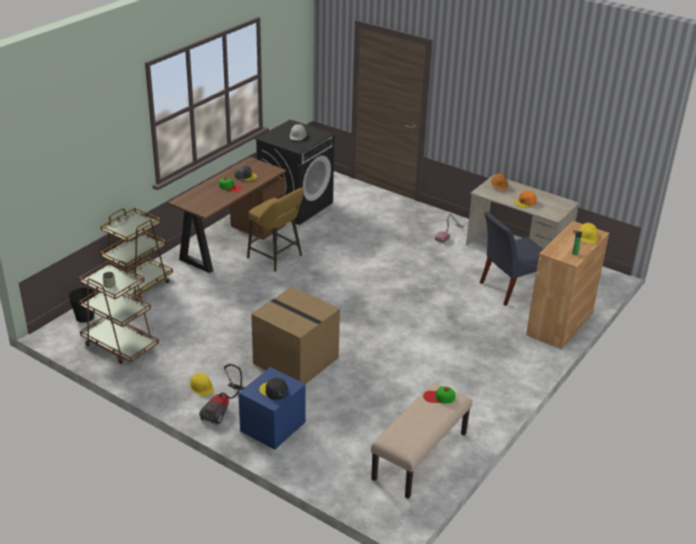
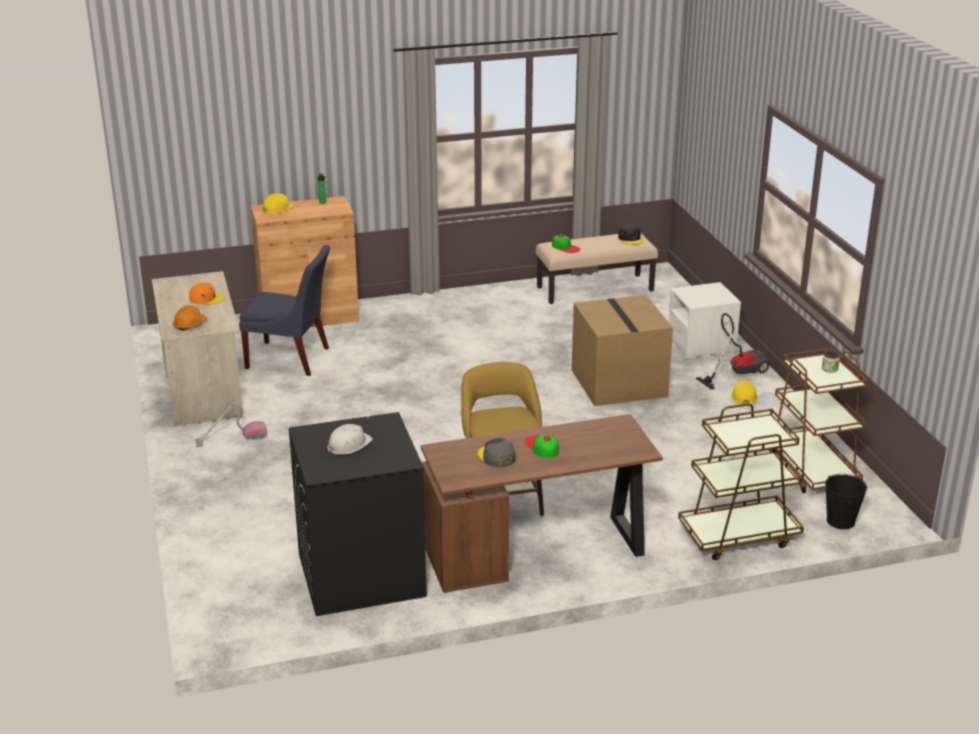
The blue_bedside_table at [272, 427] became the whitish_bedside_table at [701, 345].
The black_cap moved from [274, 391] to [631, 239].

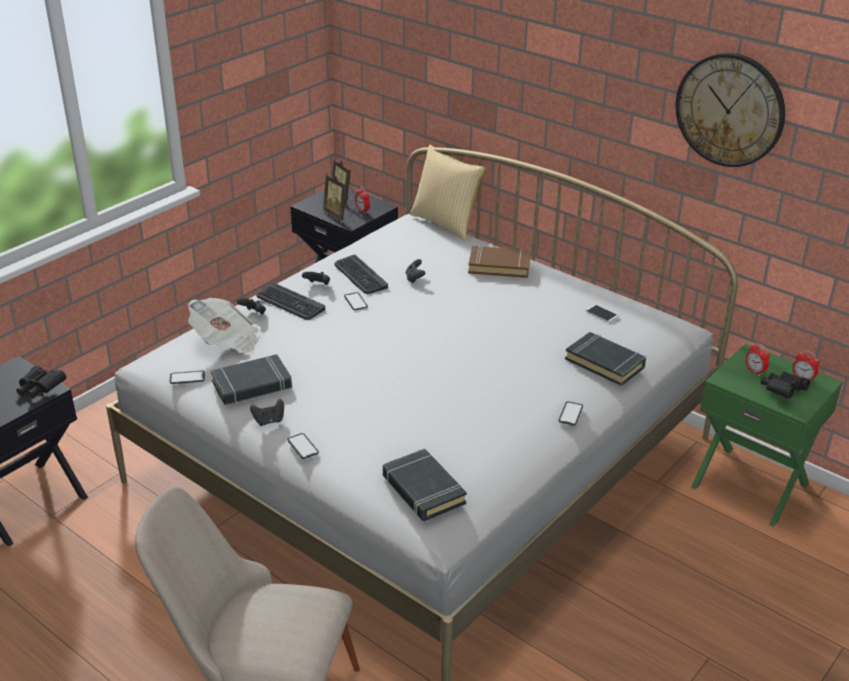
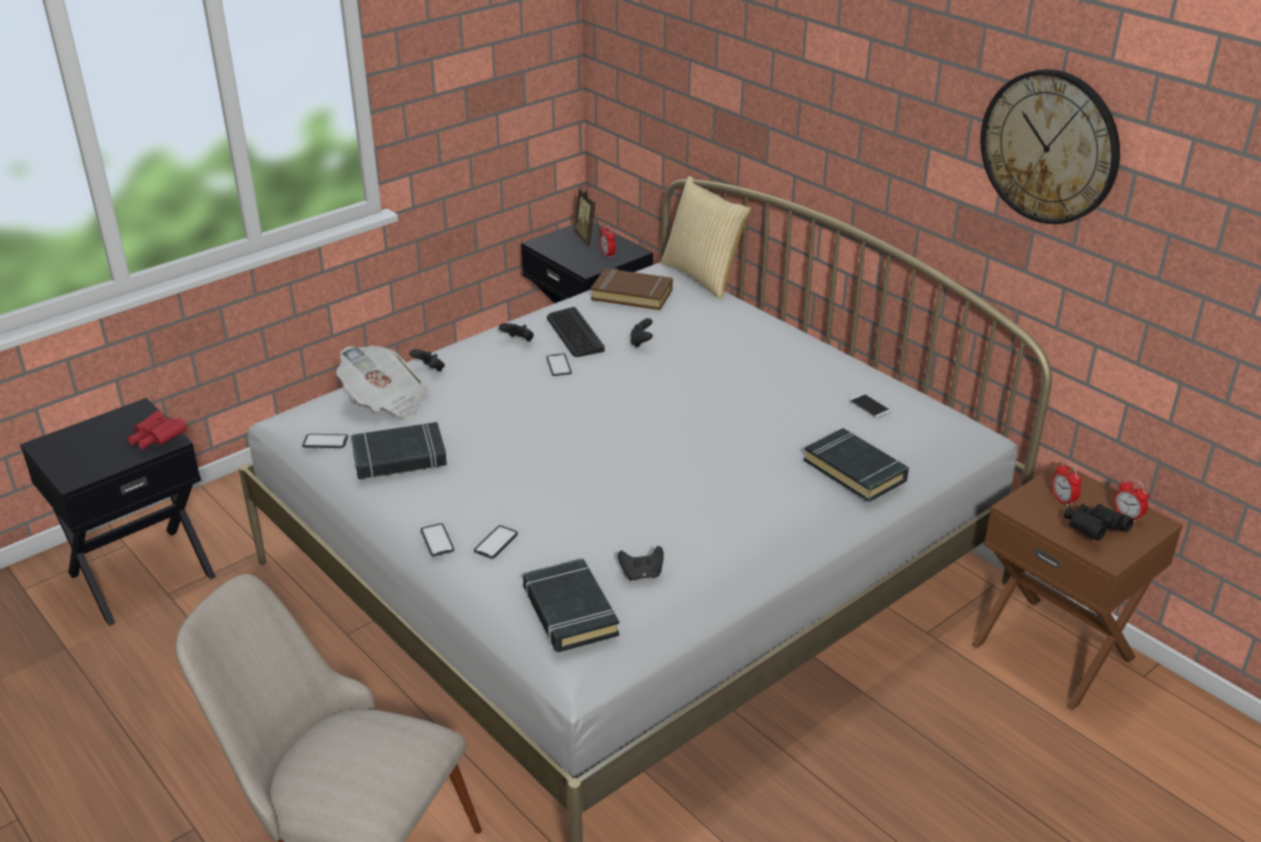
The standing_frame at [338, 215] disappeared.
The brown-coloured_volume moved from [499, 266] to [632, 294].
The PC_keyboard at [290, 302] disappeared.
The greenish_bedside_table at [751, 484] became the brown-coloured_bedside_table at [1054, 650].
The black_pair_of_binoculars at [40, 389] became the red_pair_of_binoculars at [157, 440].
The black_game_controller moved from [269, 421] to [642, 574].
The phone moved from [570, 414] to [496, 542].

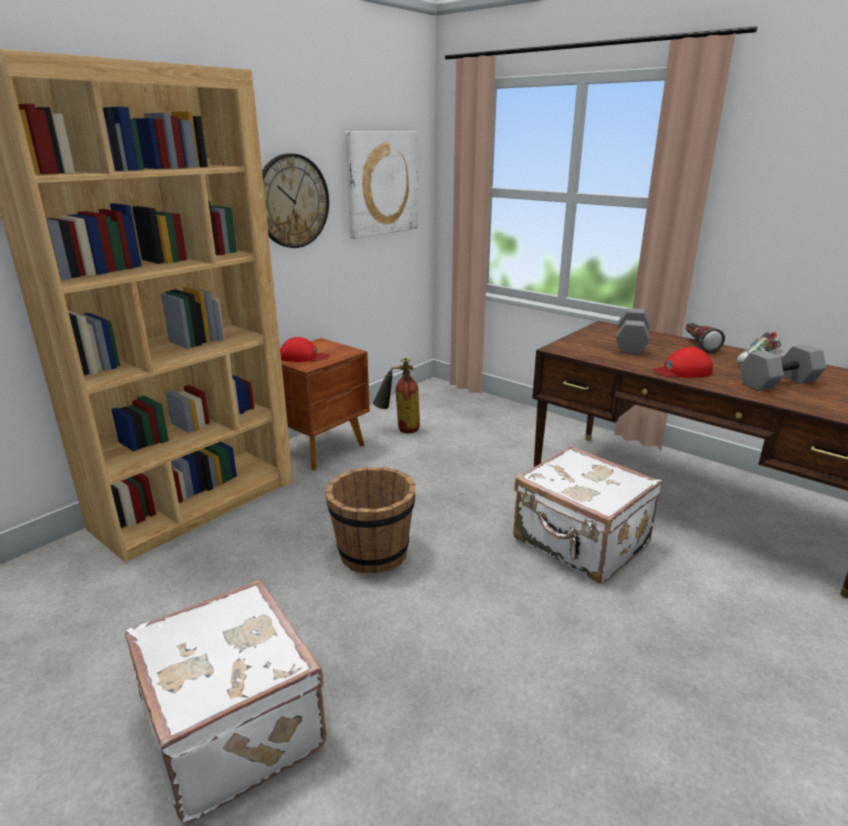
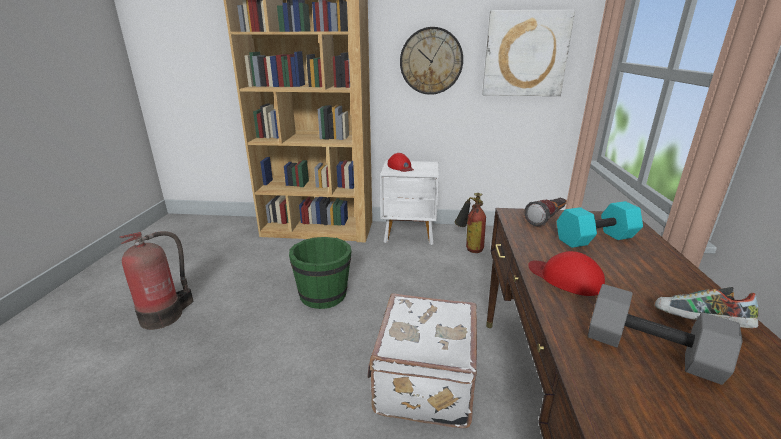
The greyish_free_weight at [632, 344] became the turquoise-coloured_free_weight at [595, 239].
The hand_torch moved from [698, 345] to [547, 219].
The brown-coloured_bedside_table at [321, 448] became the whitish_bedside_table at [410, 234].
The brown-coloured_pail at [373, 552] became the greenish_pail at [324, 295].
The whitish_piece_of_luggage at [236, 726] was replaced by the fire_extinguisher at [165, 315].

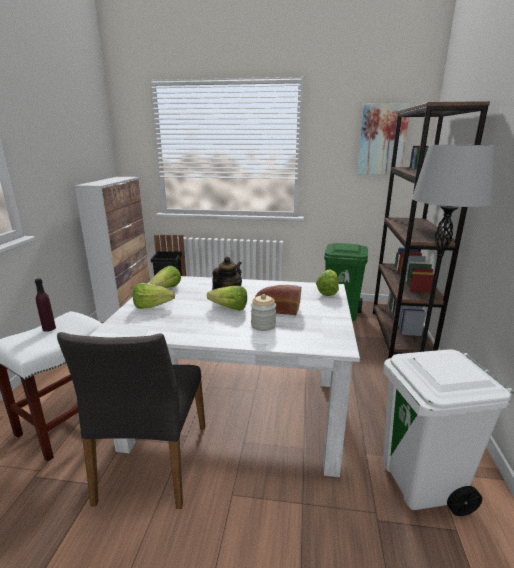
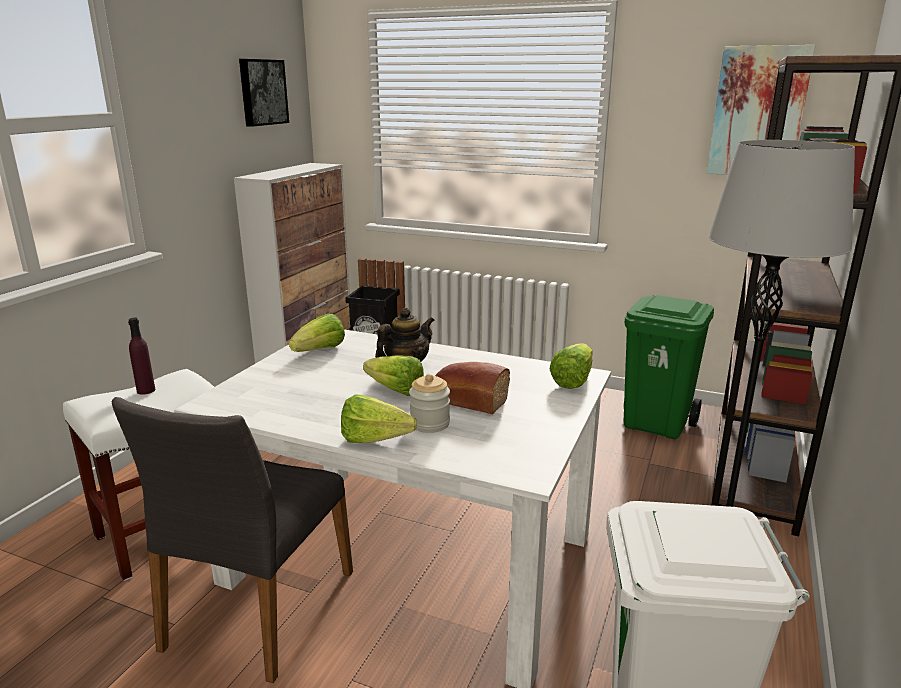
The lettuce moved from [155, 307] to [380, 441].
The wall_art at [262, 92] appeared.

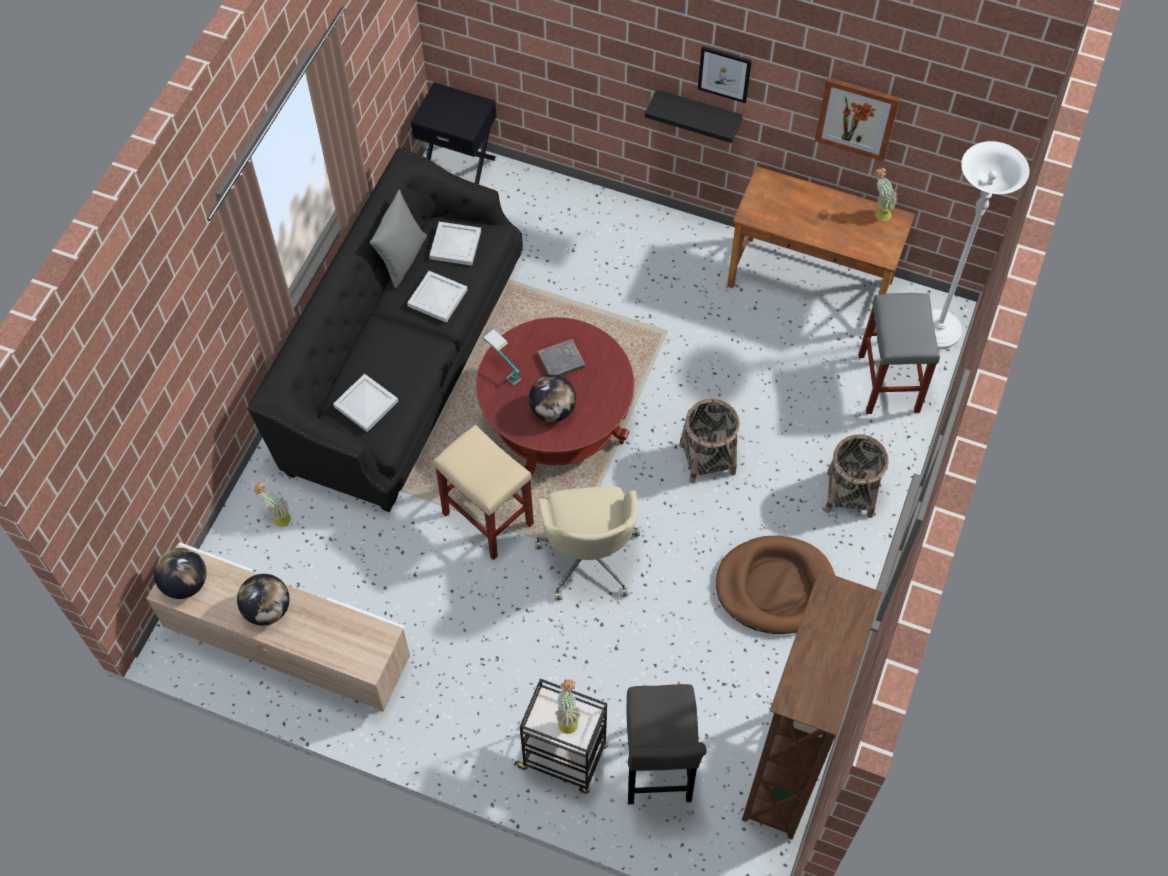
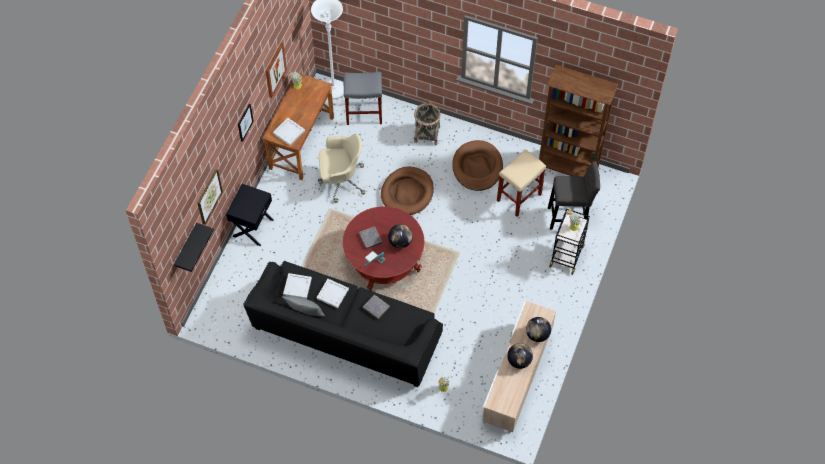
The black_bedside_table moved from [459, 167] to [252, 227].
The black_shelf moved from [698, 113] to [186, 248].
The whitish_carrying_tray moved from [366, 405] to [289, 132].
The household_basket at [707, 459] was replaced by the brown-coloured_dog_bed at [407, 192].
The sand-coloured_sitting_stool moved from [486, 518] to [519, 198].
The sand-coloured_office_chair moved from [588, 555] to [341, 180].
The desk_globe moved from [185, 583] to [537, 334].
The wall_art at [209, 196] appeared.
The greyish_volume at [376, 307] appeared.

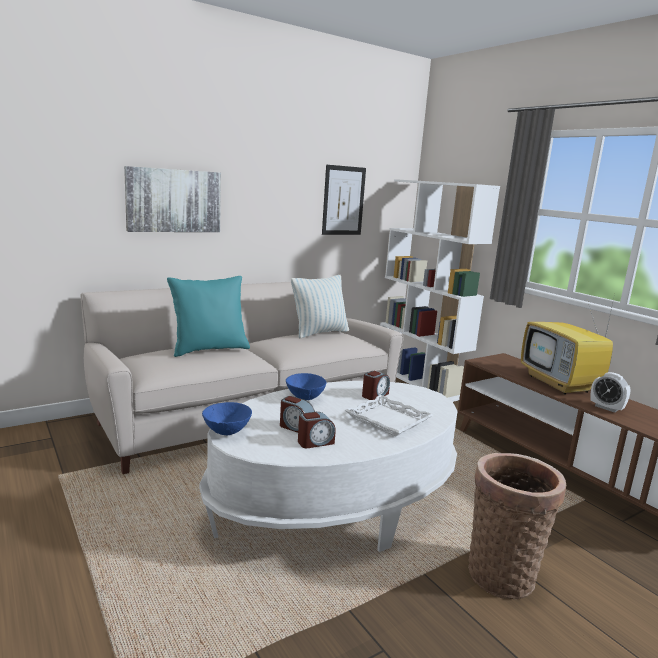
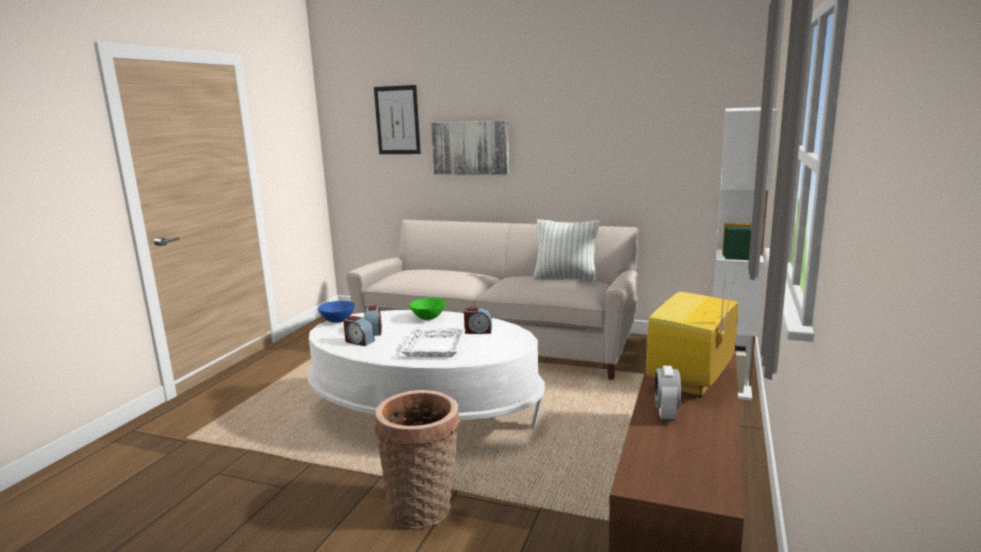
The wall_art moved from [343, 201] to [397, 120].
The turquoise-coloured_throw_pillow at [209, 349] disappeared.
The blue_deep_dish at [304, 398] became the greenish_deep_dish at [428, 318].

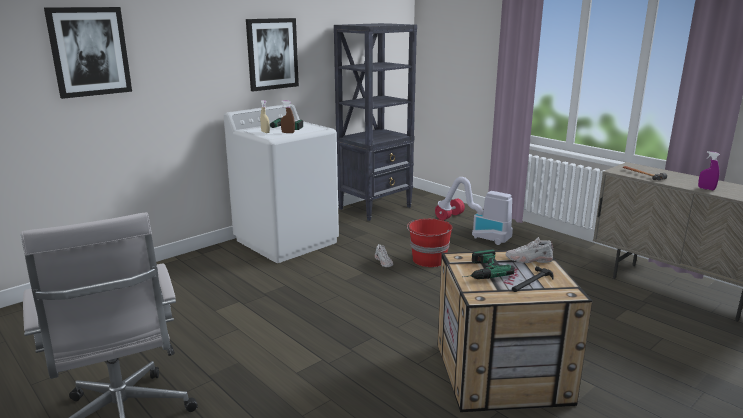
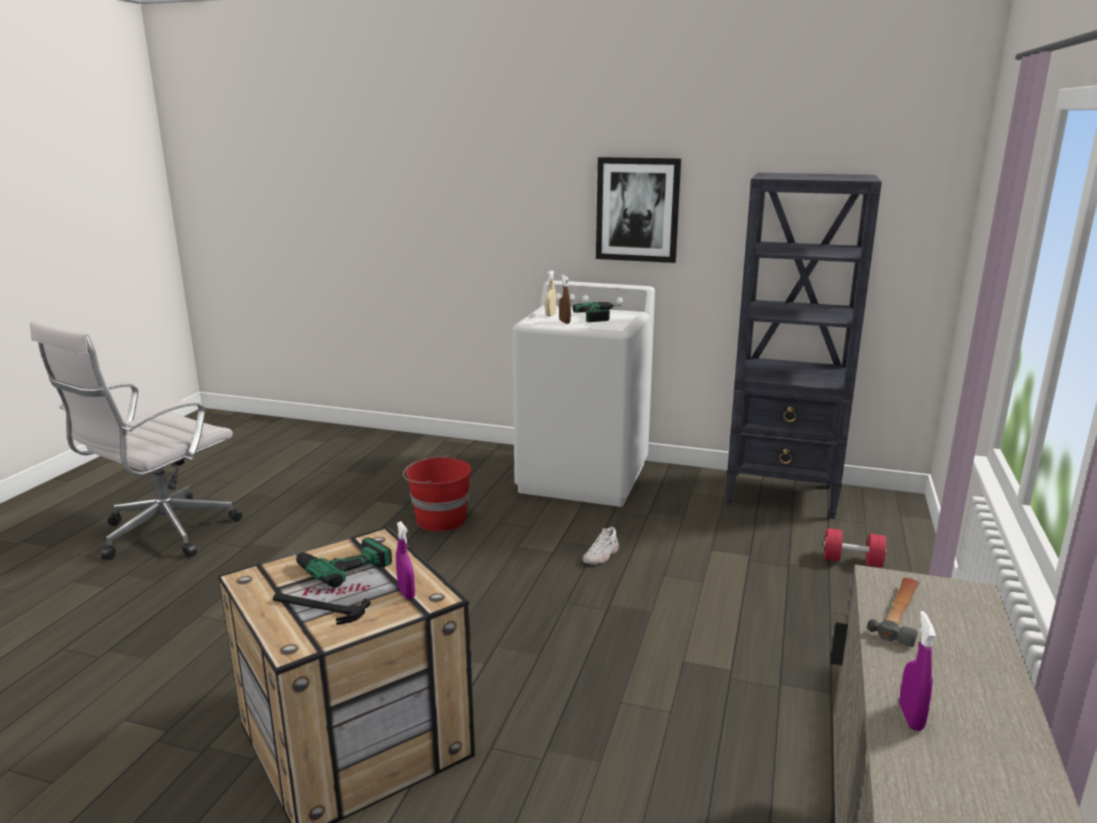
The wall_art at [89, 51] disappeared.
The vacuum_cleaner at [478, 235] disappeared.
The red_pail moved from [429, 260] to [440, 519].
The whitish_item_of_footwear at [528, 260] was replaced by the purple_sprayer at [406, 593].

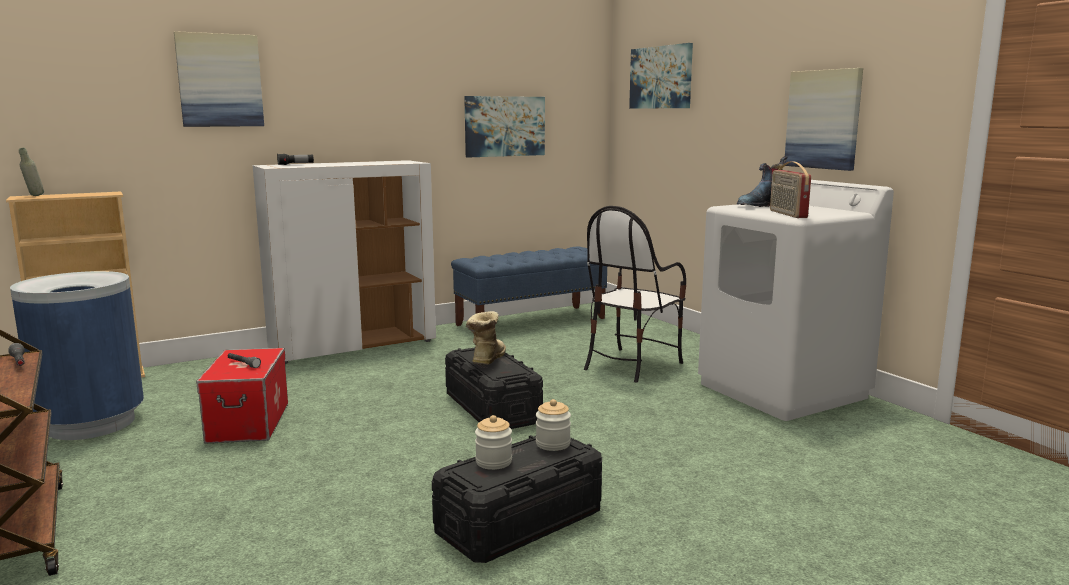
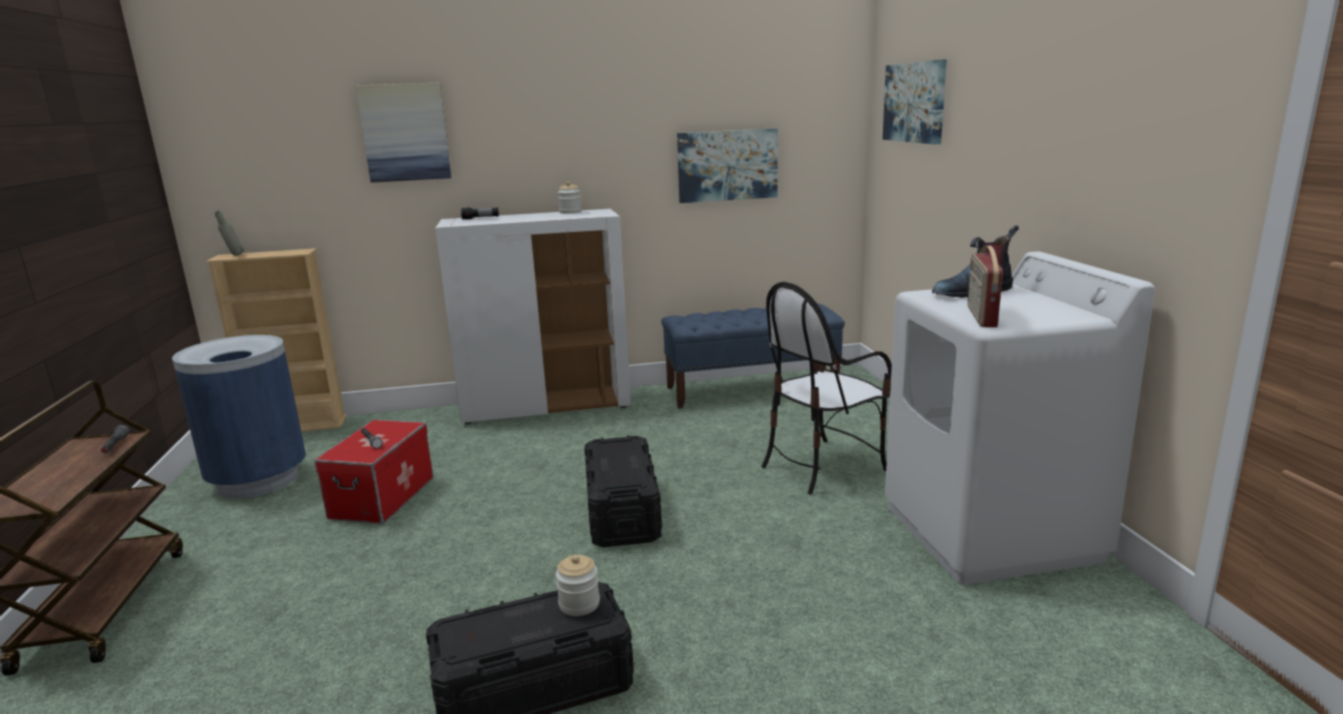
The wall_art at [823, 119] disappeared.
The boot at [486, 360] disappeared.
The jar moved from [493, 462] to [570, 212].

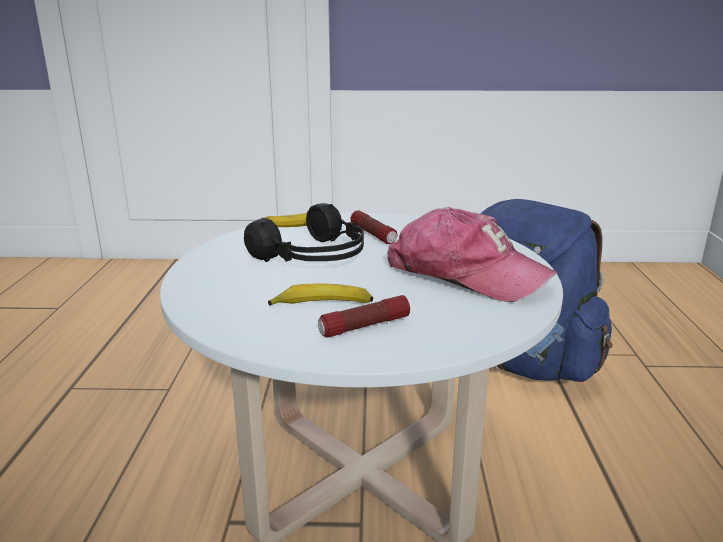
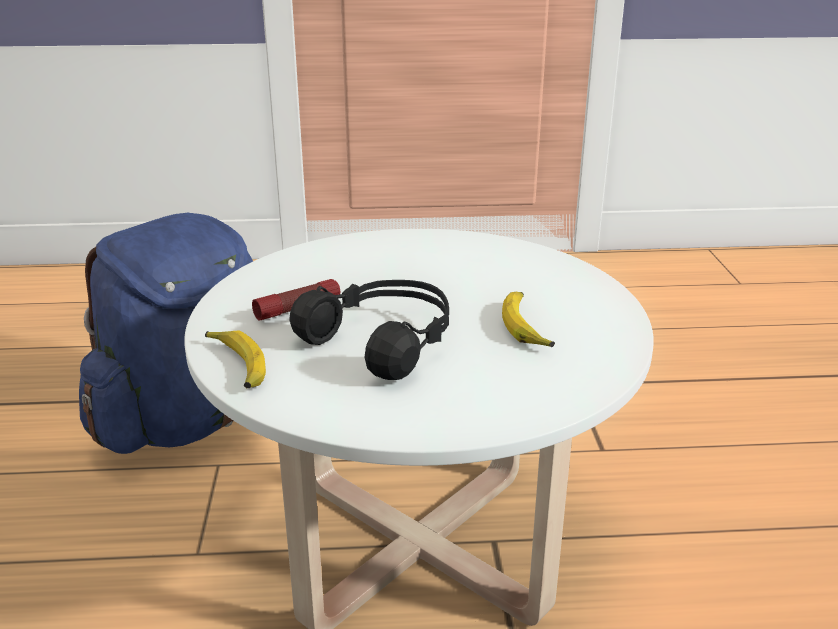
The cap at [464, 275] disappeared.
The hand_torch at [364, 327] disappeared.

